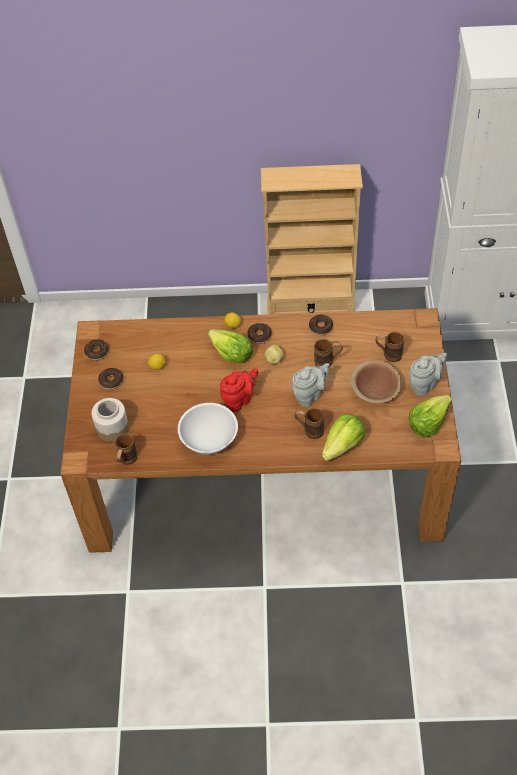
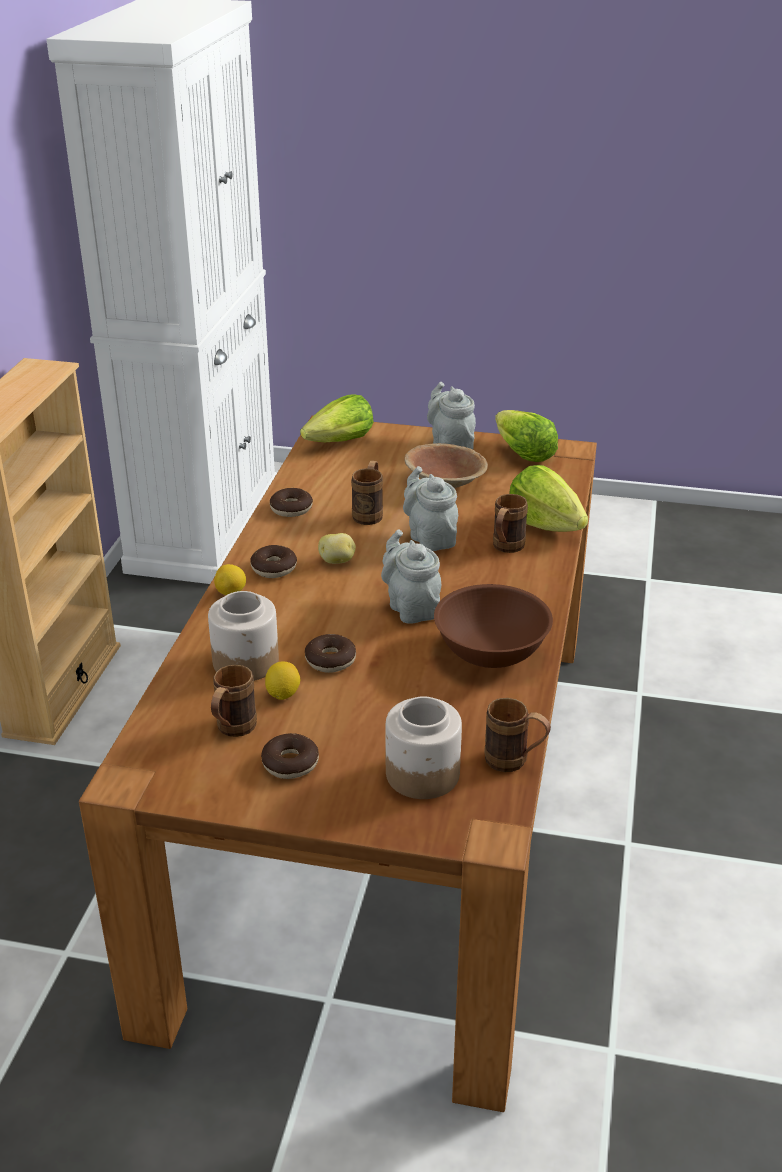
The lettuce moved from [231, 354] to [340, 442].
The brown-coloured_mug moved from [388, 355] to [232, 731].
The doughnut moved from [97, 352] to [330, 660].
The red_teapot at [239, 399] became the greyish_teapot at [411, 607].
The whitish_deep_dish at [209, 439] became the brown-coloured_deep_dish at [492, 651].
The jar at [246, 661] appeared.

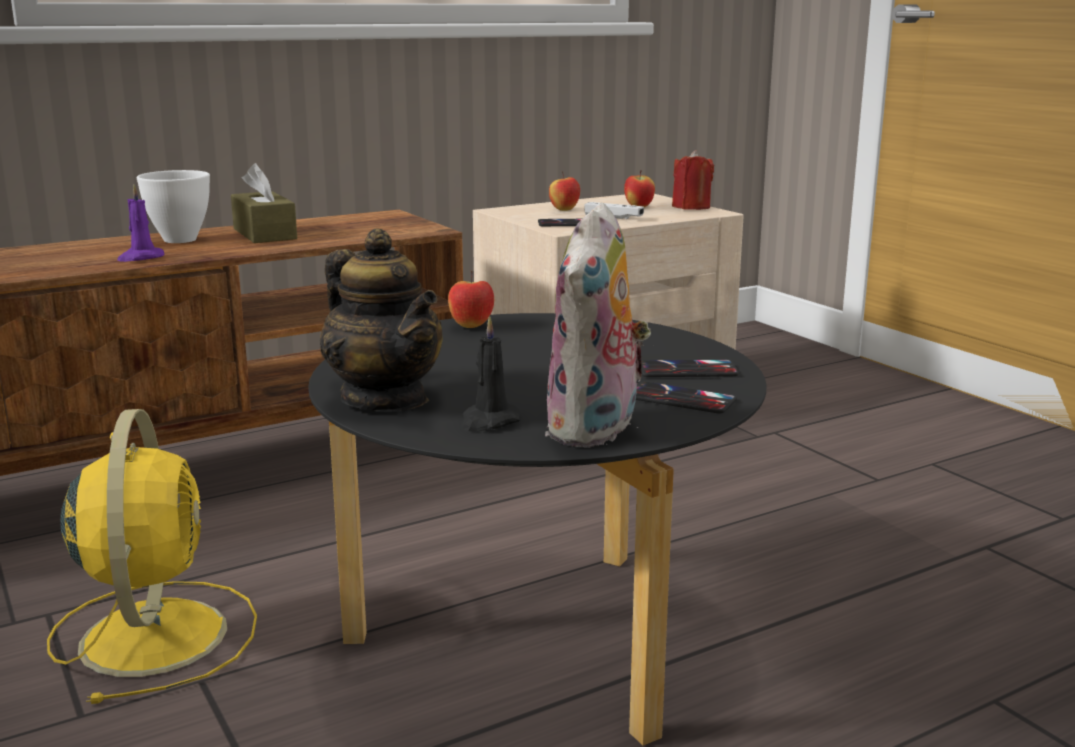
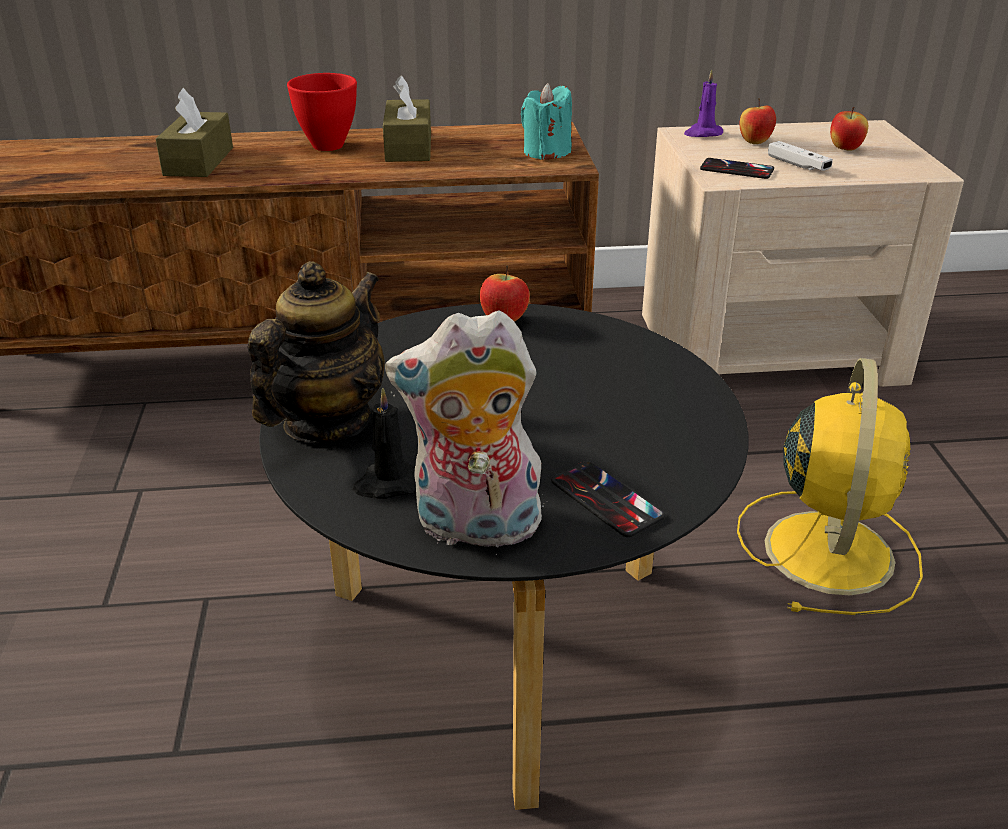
The red_wax_candle at [691, 207] disappeared.
The whitish_deep_dish at [178, 240] became the red_deep_dish at [326, 146].
The purple_wax_candle moved from [140, 258] to [702, 133].
The cuddly_toy at [596, 430] turned 45 degrees clockwise.
The teapot at [385, 399] turned 135 degrees counterclockwise.
The phone at [687, 370] disappeared.
The yellow_electric_fan moved from [155, 633] to [828, 548].
The turquoise-coloured_wax_candle at [546, 152] appeared.
The brown-coloured_box_of_tissues at [199, 161] appeared.

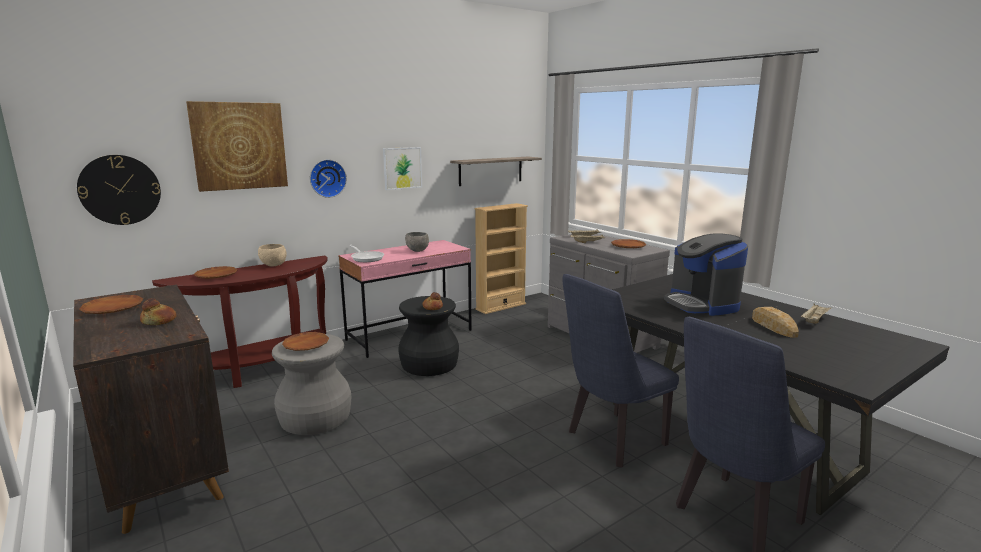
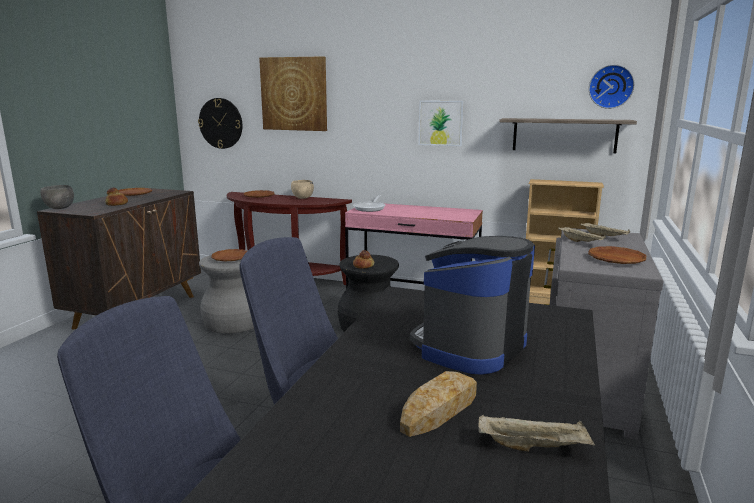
The clock_on_the_wall moved from [327, 178] to [611, 86].
The greyish_deep_dish moved from [417, 251] to [59, 208].

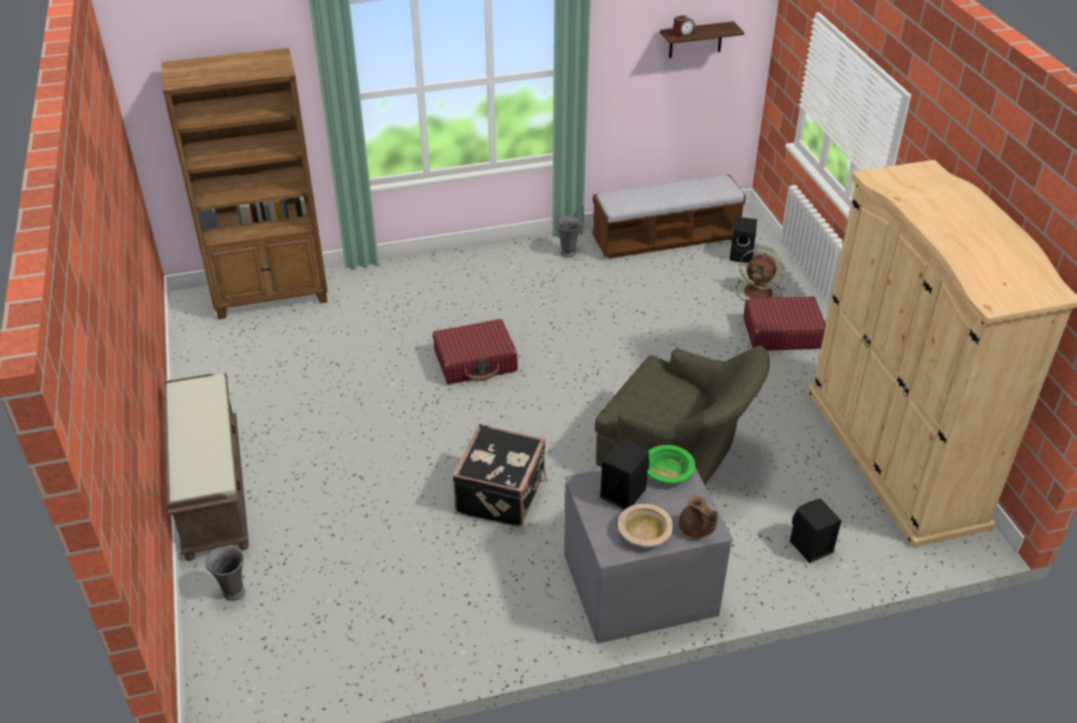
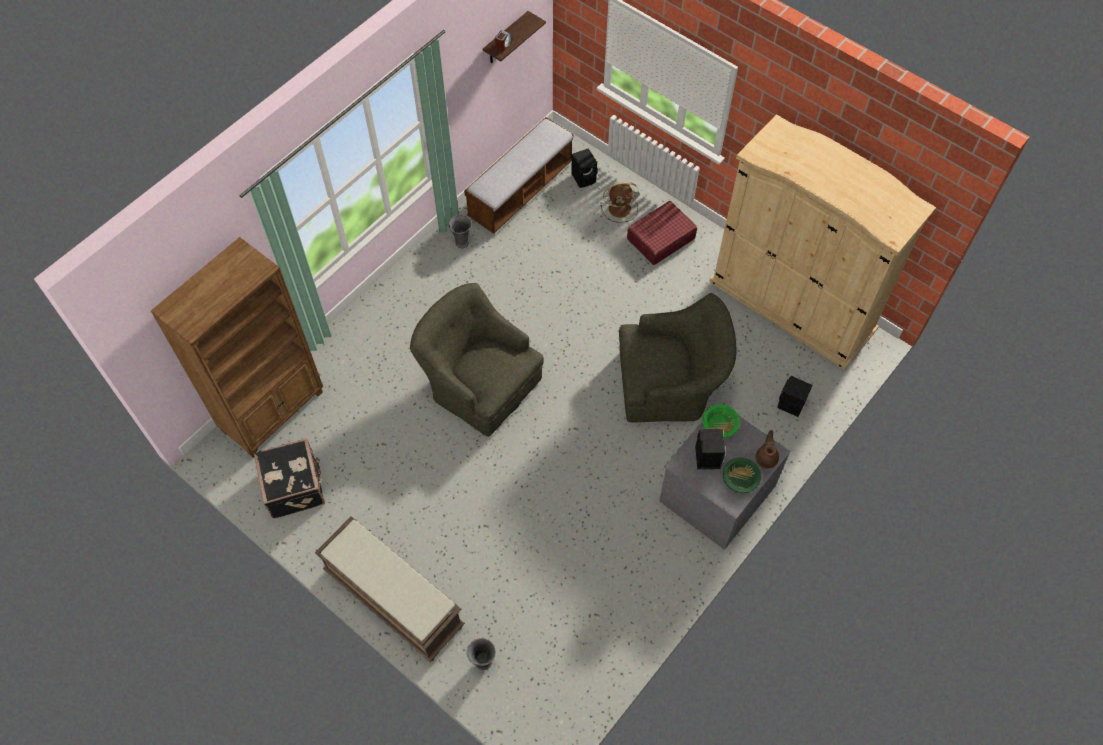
The red_piece_of_luggage at [475, 361] was replaced by the greenish_easy_chair at [479, 383].
The black_piece_of_luggage moved from [502, 494] to [295, 486].
The brown-coloured_teapot at [696, 530] turned 105 degrees counterclockwise.
The sand-coloured_deep_dish at [644, 532] became the greenish_deep_dish at [740, 478].

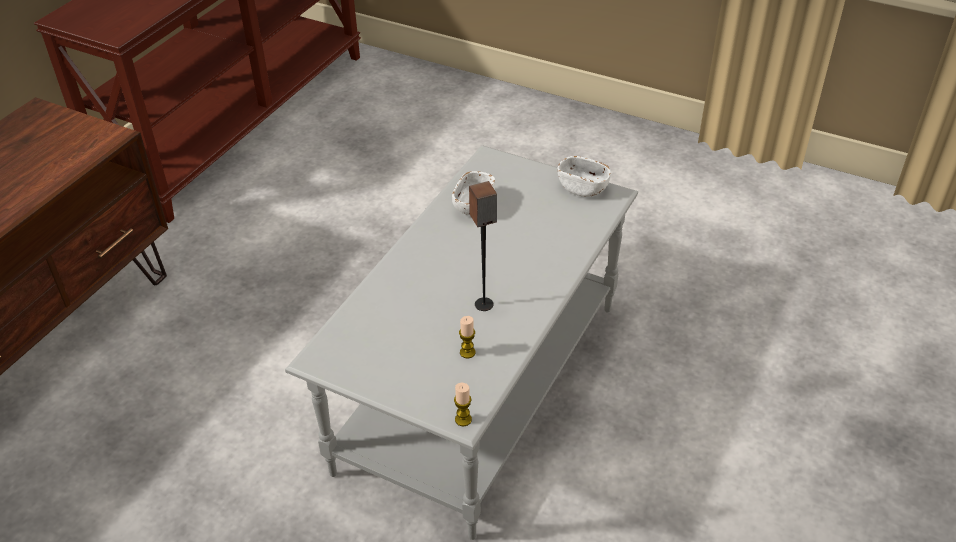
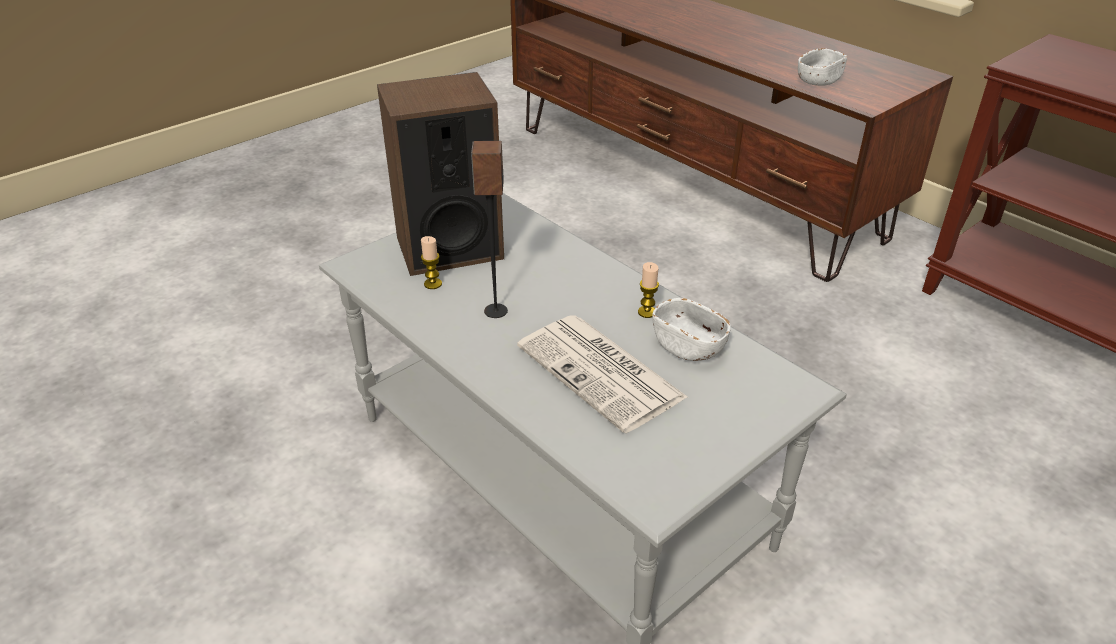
The whitish_deep_dish moved from [582, 188] to [818, 81].
The wax_candle moved from [463, 419] to [647, 312].
The audio_speaker at [449, 247] appeared.
The printed_paper at [603, 373] appeared.

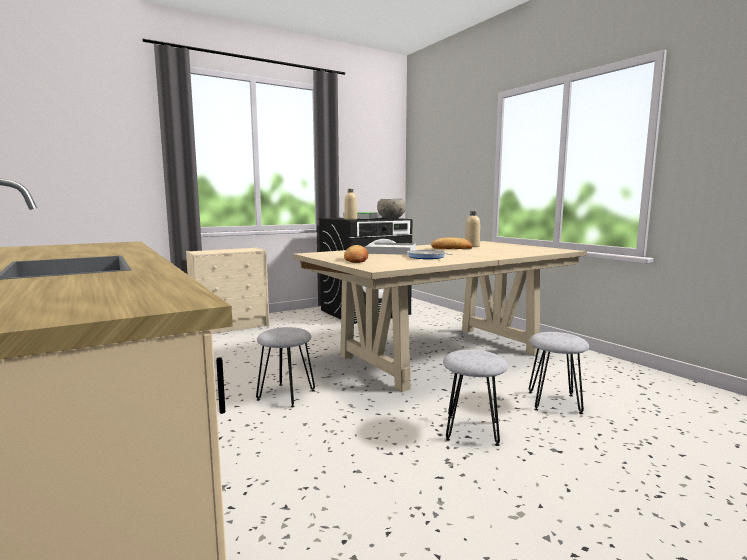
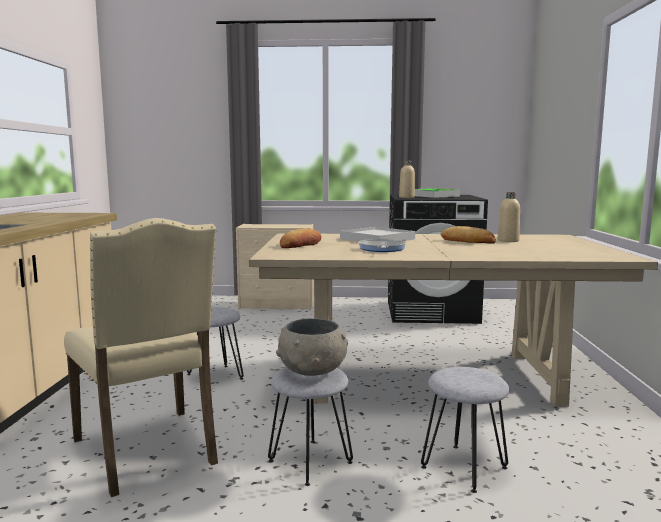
The greyish_deep_dish moved from [391, 218] to [312, 371].
The sand-coloured_plain_chair at [148, 451] appeared.

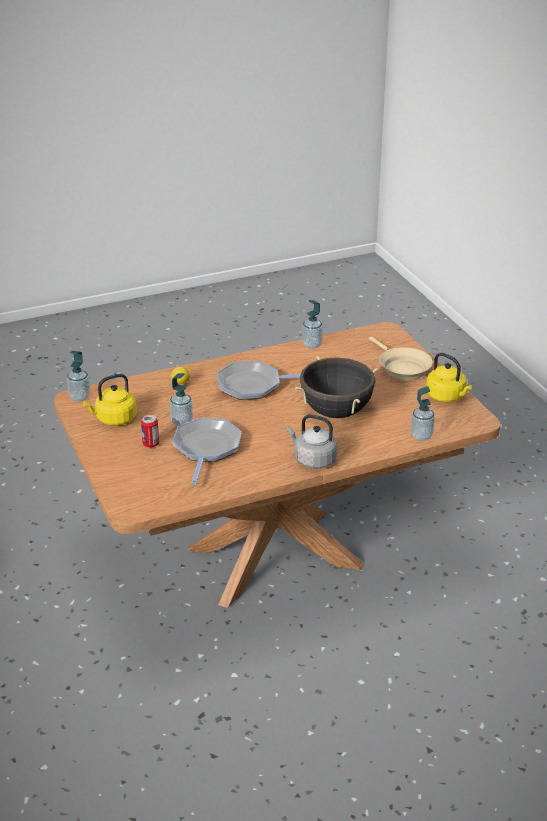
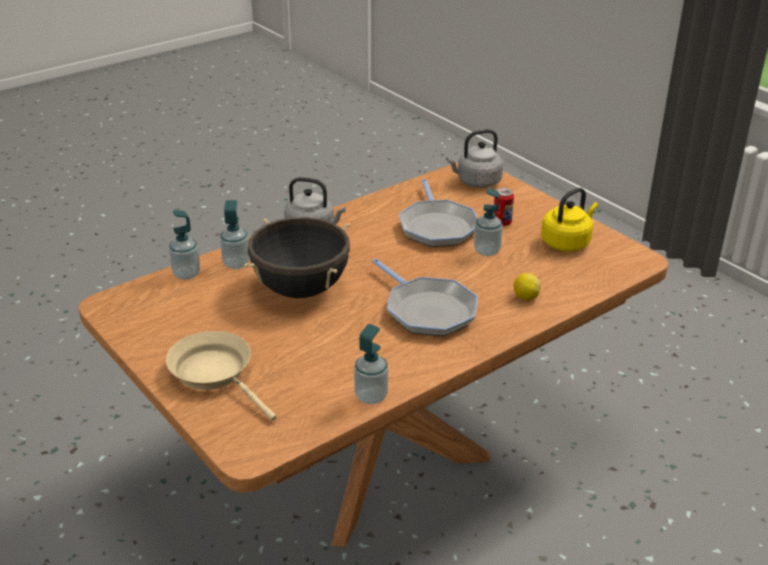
The soap_dispenser moved from [79, 397] to [236, 264].
The yellow_water_kettle at [447, 397] disappeared.
The frying_pan at [253, 385] turned 75 degrees clockwise.
The greyish_water_kettle at [476, 182] appeared.

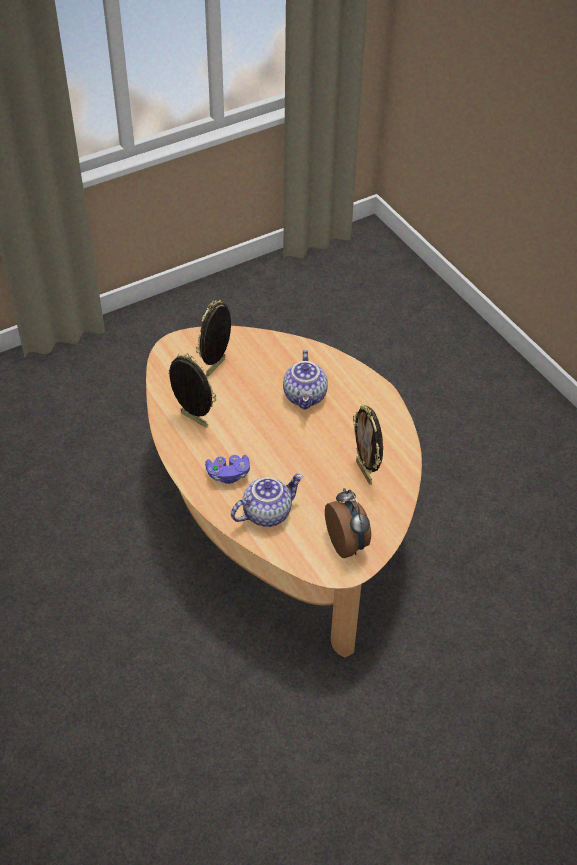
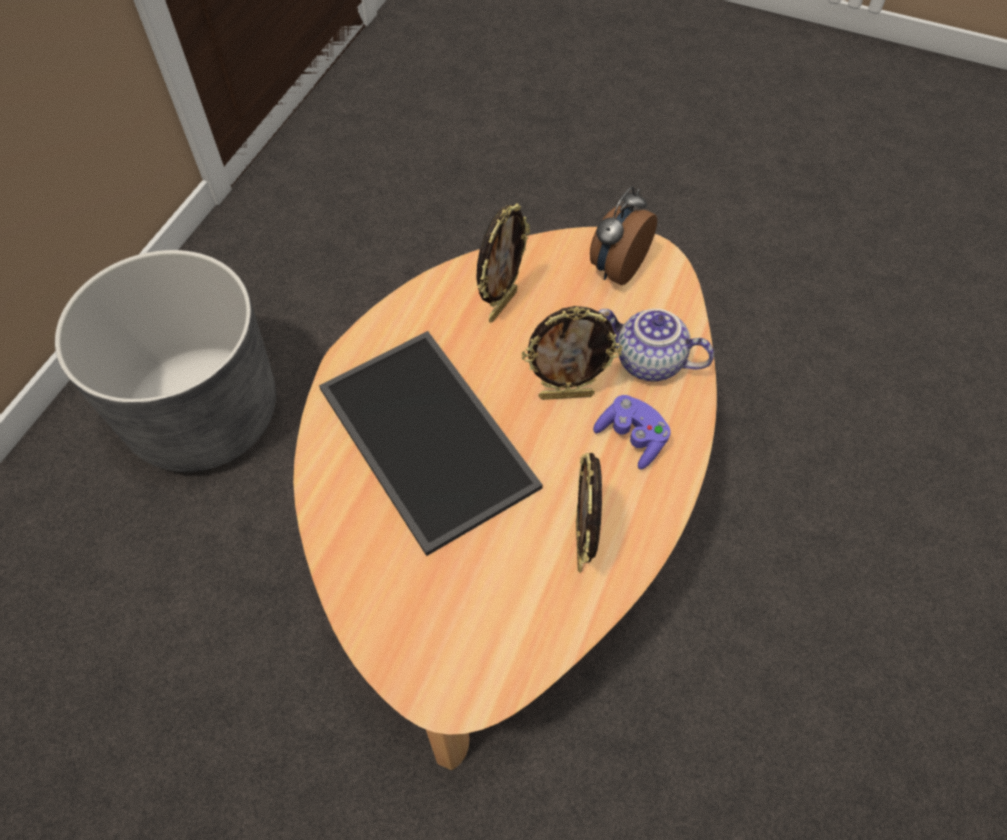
The standing_frame moved from [216, 368] to [566, 395].
The teapot at [306, 396] was replaced by the carrying_tray at [423, 437].
The greyish_flower_pot at [204, 413] appeared.

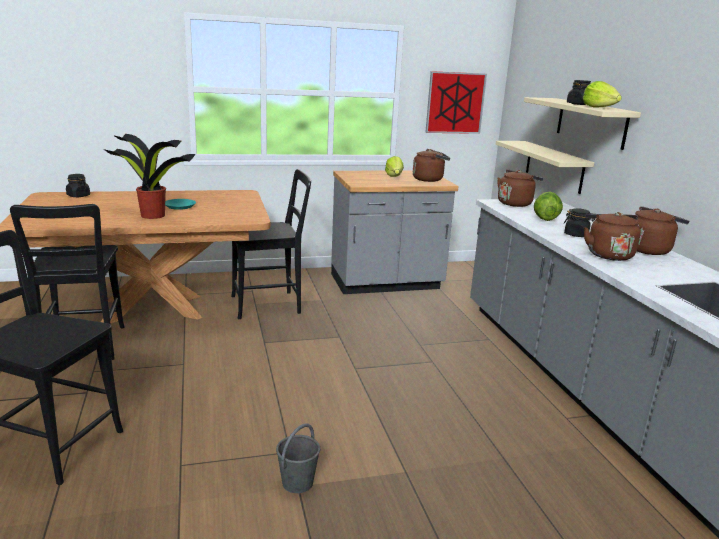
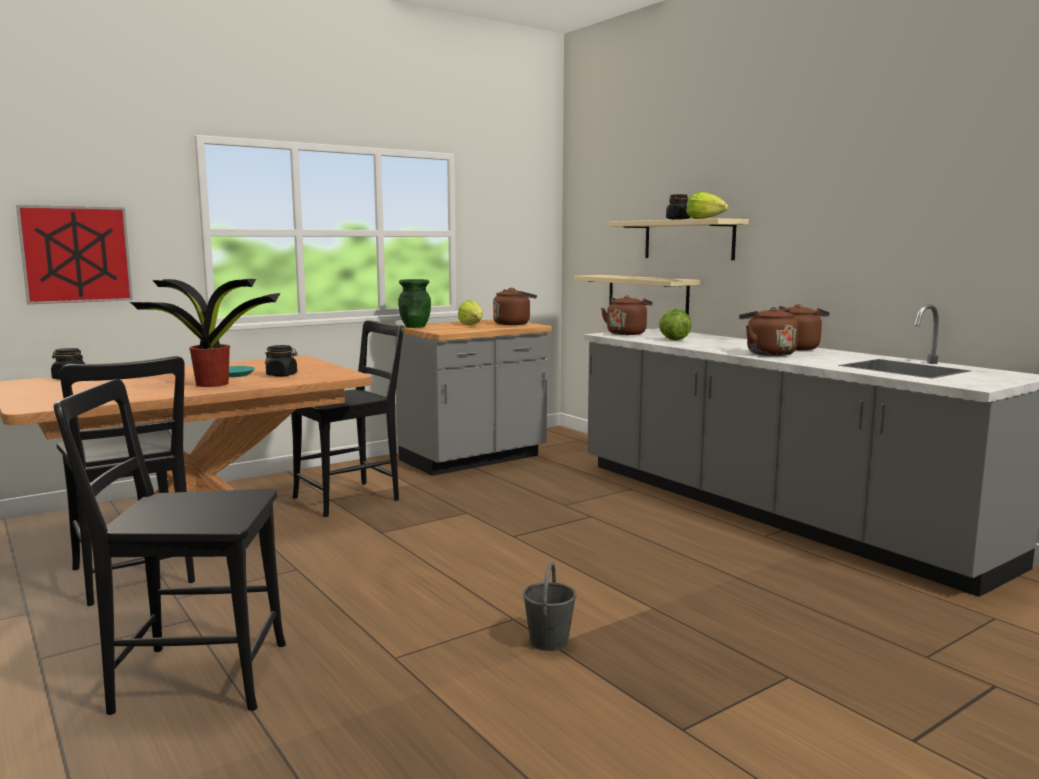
The wall_art moved from [455, 103] to [76, 254].
The black_jar moved from [576, 235] to [282, 375].
The greenish_vase at [414, 326] appeared.

